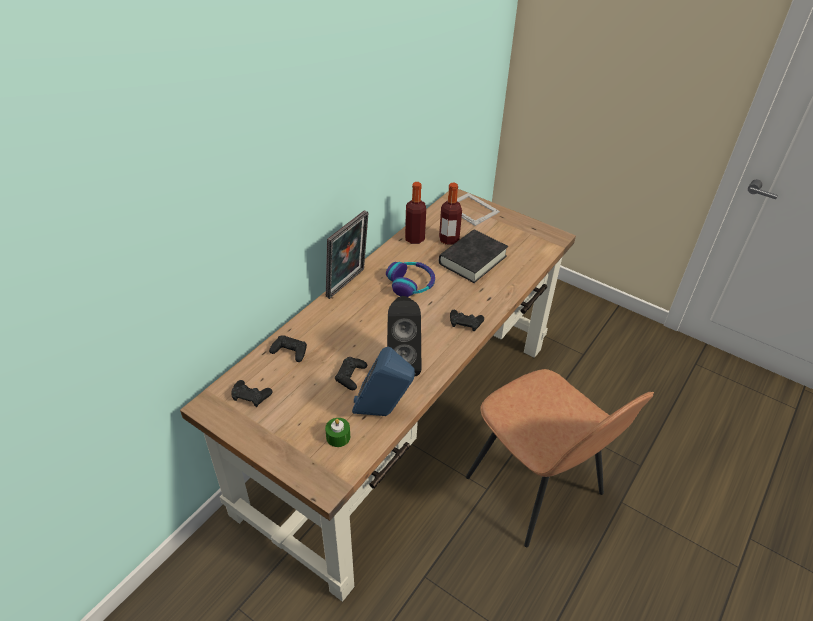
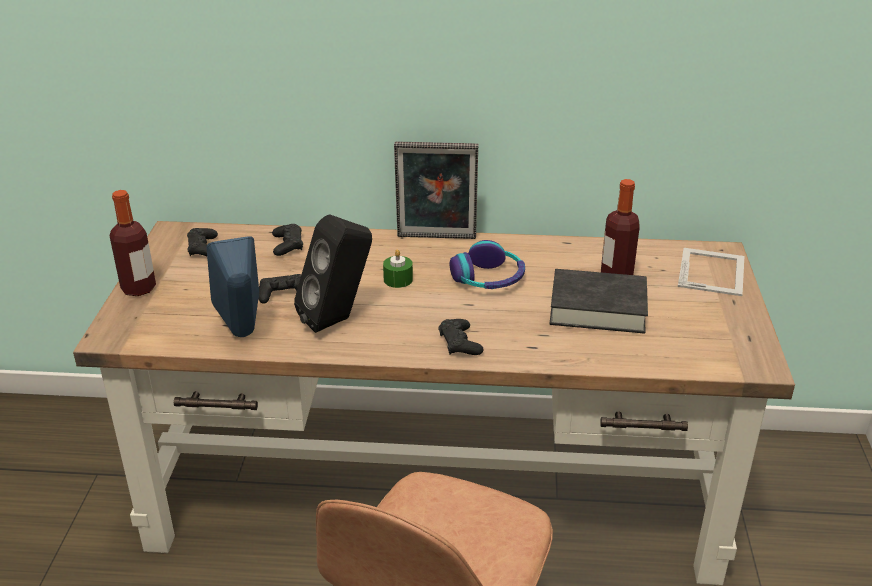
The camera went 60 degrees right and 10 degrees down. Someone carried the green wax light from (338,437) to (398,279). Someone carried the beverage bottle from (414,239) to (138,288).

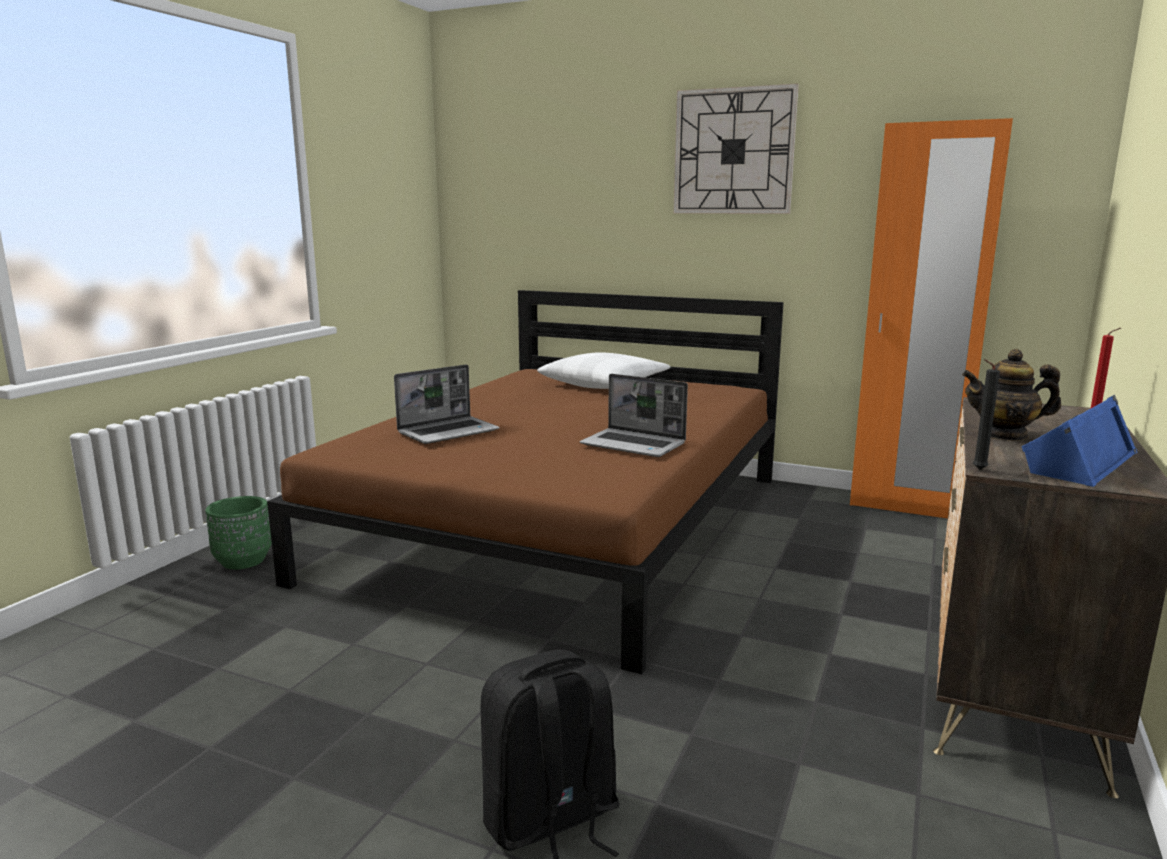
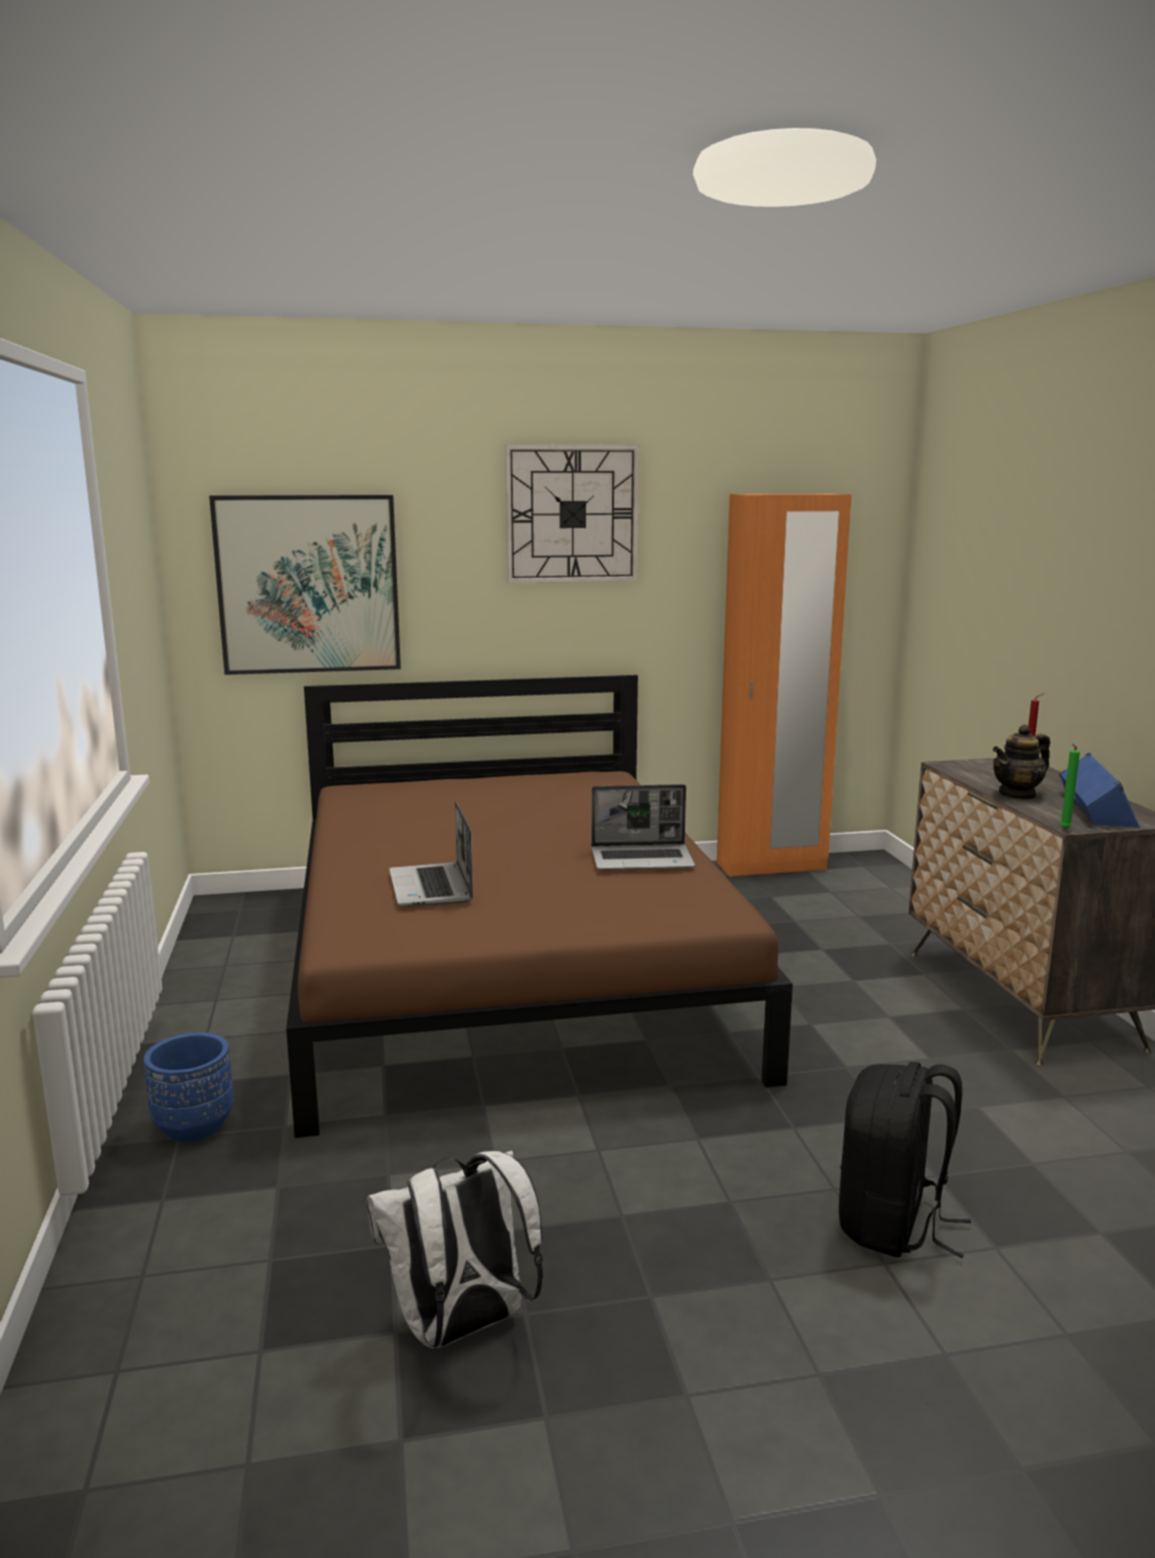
The camera went 35 degrees left and 0 degrees up. Someone repainted the green flower pot at (243,561), which became the blue flower pot at (194,1126). Someone rotated the portable computer at (449,432) by 150 degrees clockwise. Someone took away the white-coloured pillow at (604,383). Someone repainted the blackish wax light at (977,470), which became the green wax light at (1064,829). Someone put up the wall art at (308,584). Someone put down the white-coloured rucksack at (461,1327).

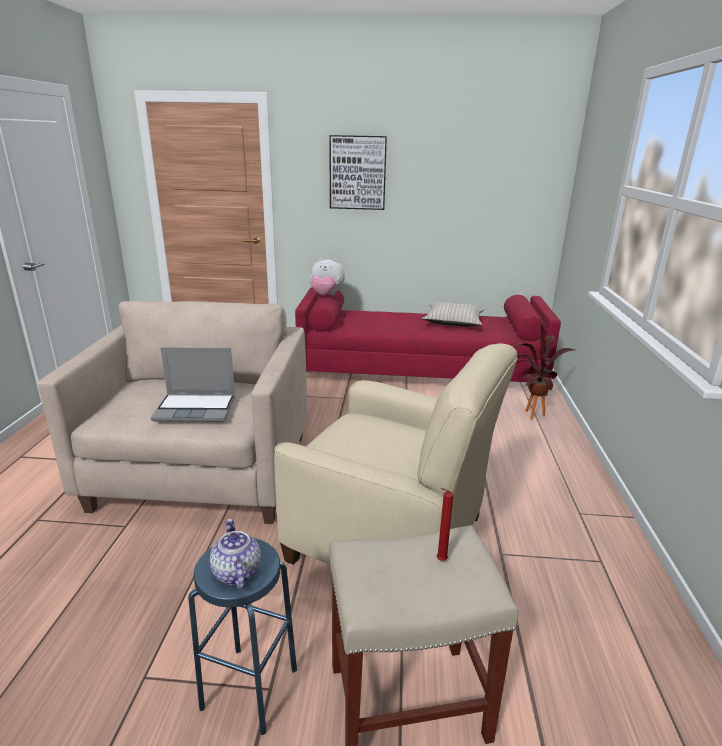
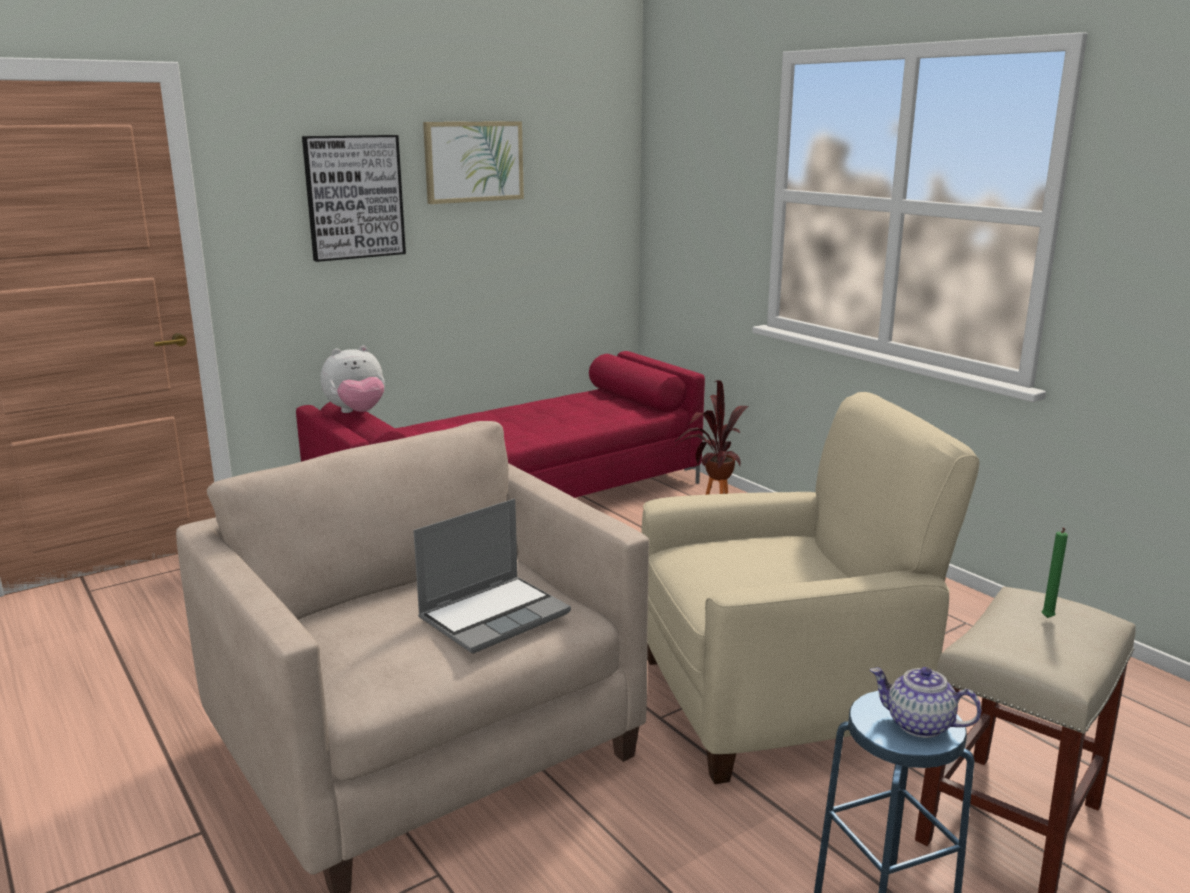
The camera went 40 degrees left and 5 degrees down. Someone took away the beige-coloured pillow at (453,322). Someone repainted the red-coloured wax light at (440,561), which became the green wax light at (1047,619). Someone put up the wall art at (473,161).

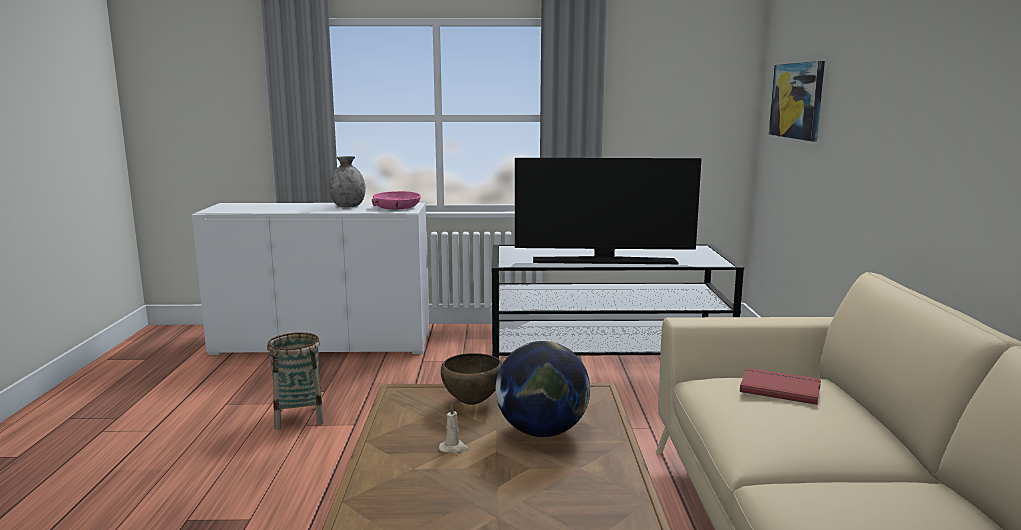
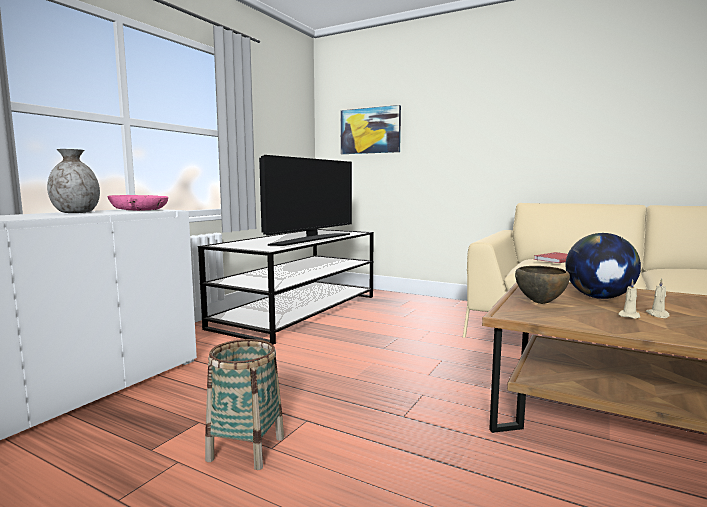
The camera went 60 degrees left and 5 degrees down. Someone put down the beige-coloured wax light at (658,315).

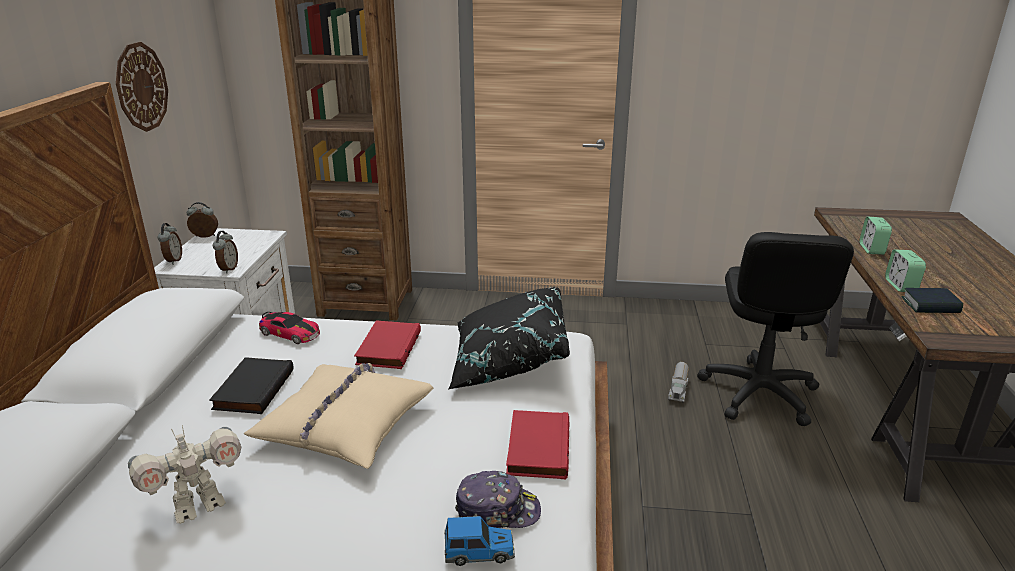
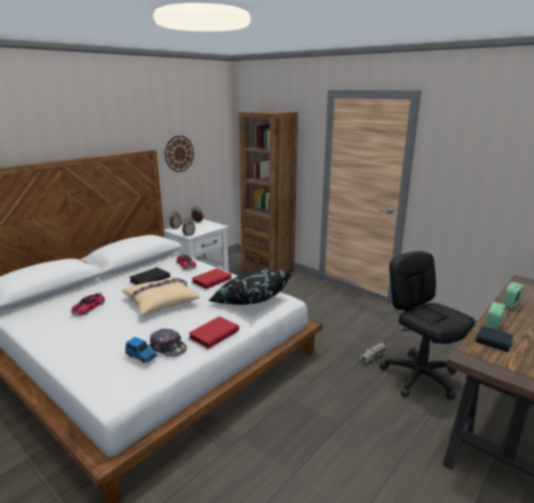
The camera went 35 degrees right and 5 degrees down. Someone swapped the robot figure at (198,506) for the toy car at (88,308). Someone rotated the blackish computer chair at (758,393) by 105 degrees clockwise.

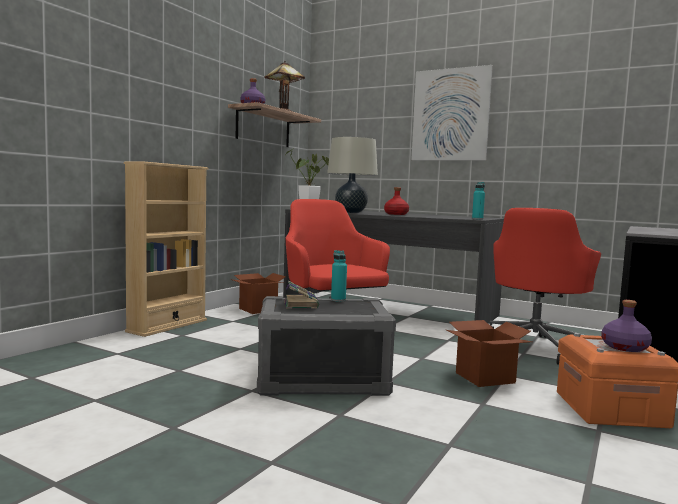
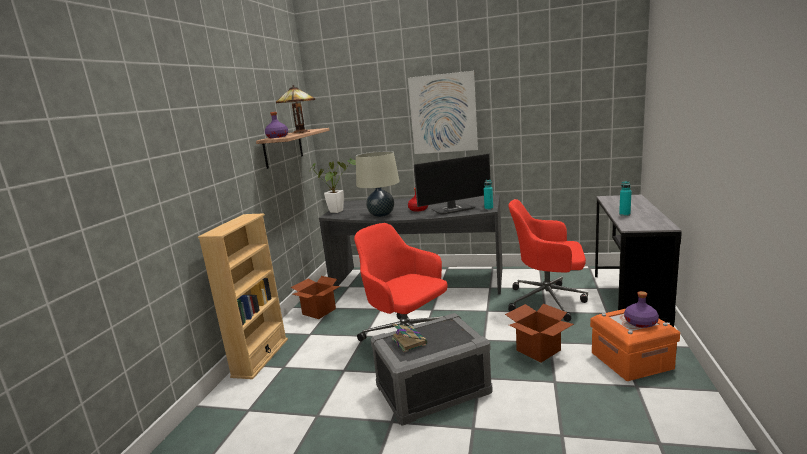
The camera went 15 degrees left and 10 degrees up. Someone carried the blue-green beverage bottle from (338,300) to (624,214). Someone rotated the red-coloured computer chair at (535,346) by 90 degrees clockwise. Someone put down the computer screen at (453,209).

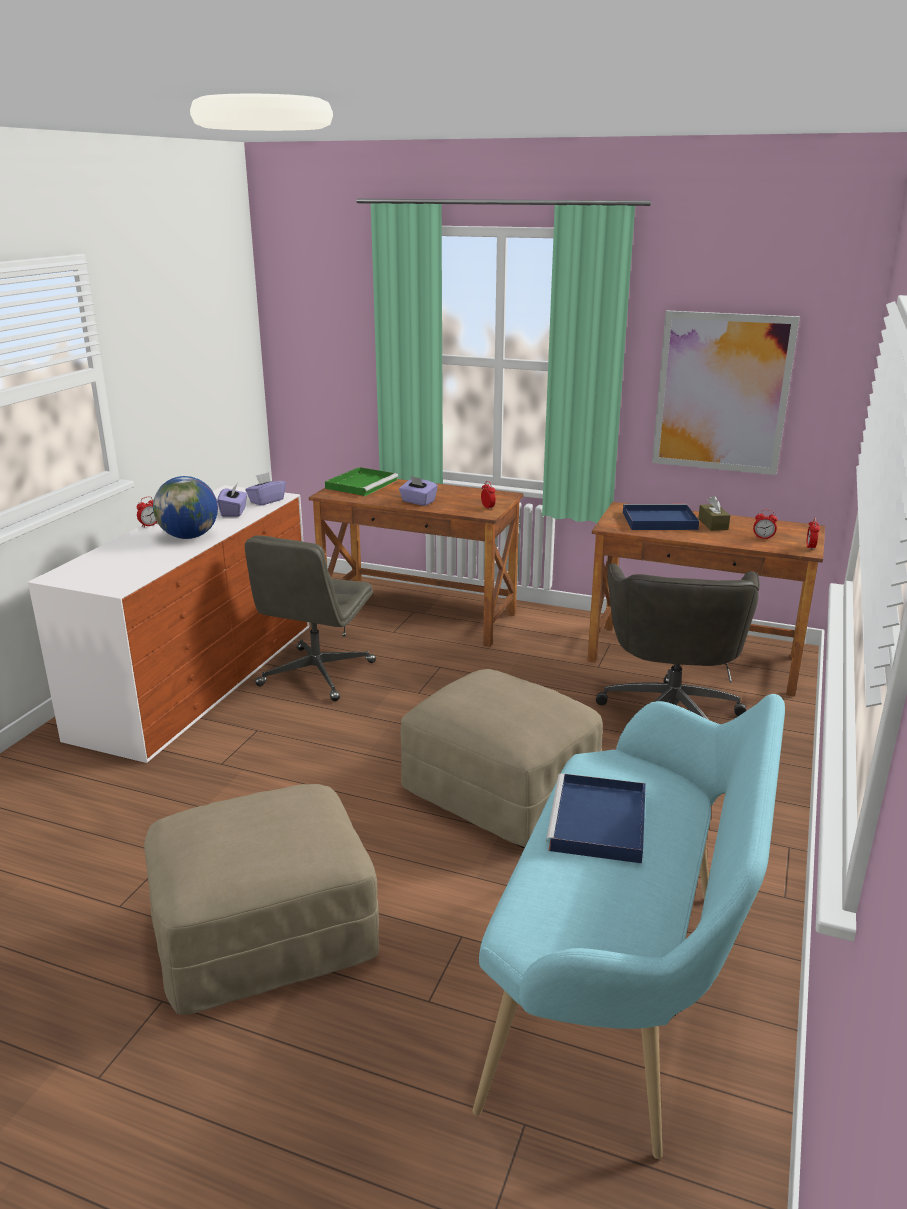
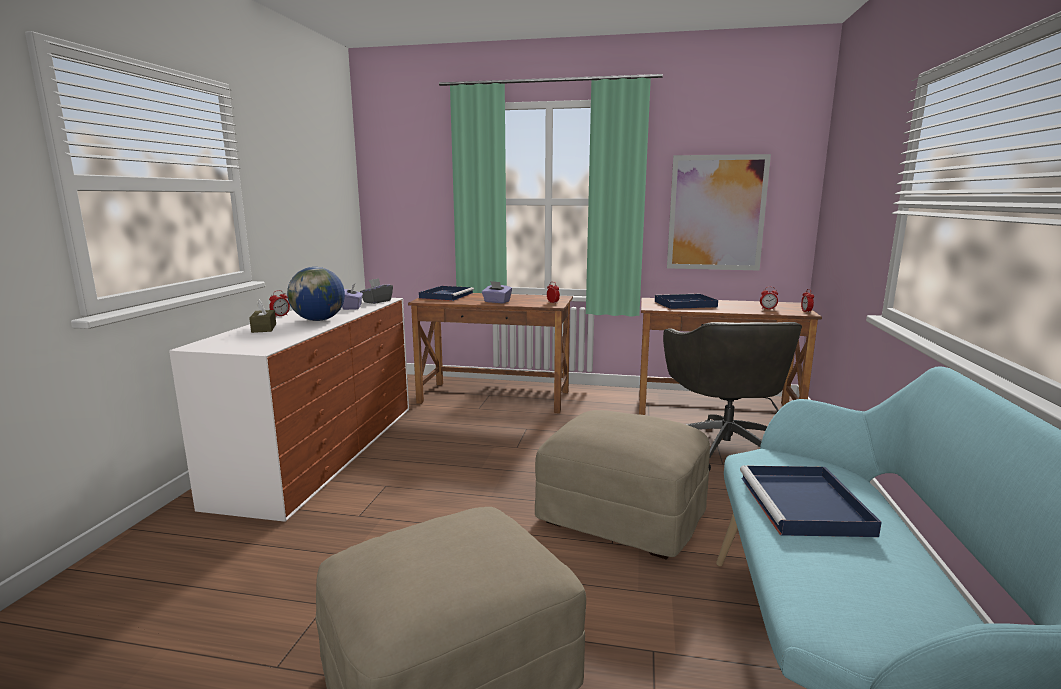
The camera went 10 degrees left and 10 degrees down. Someone repainted the purple tissue box at (266,501), which became the gray tissue box at (377,301). Someone took away the gray computer chair at (316,675). Someone repainted the green tray at (362,484), which became the blue tray at (447,296). Someone carried the brownish tissue box from (713,524) to (264,328).

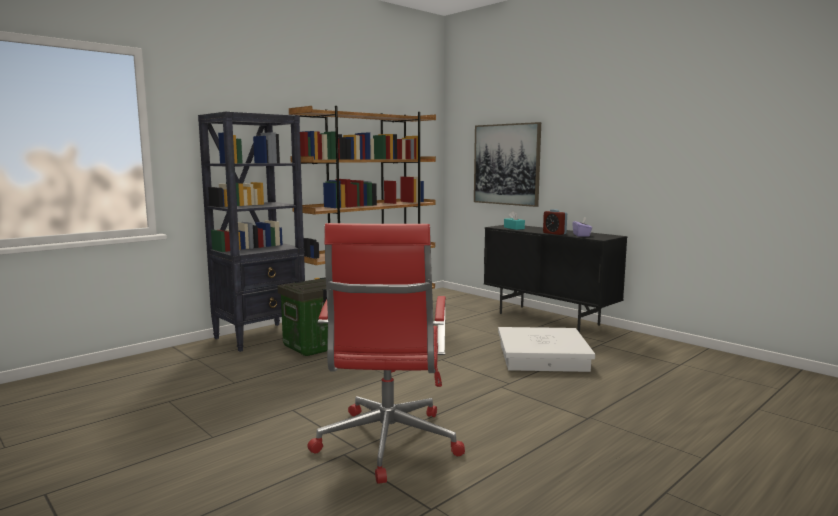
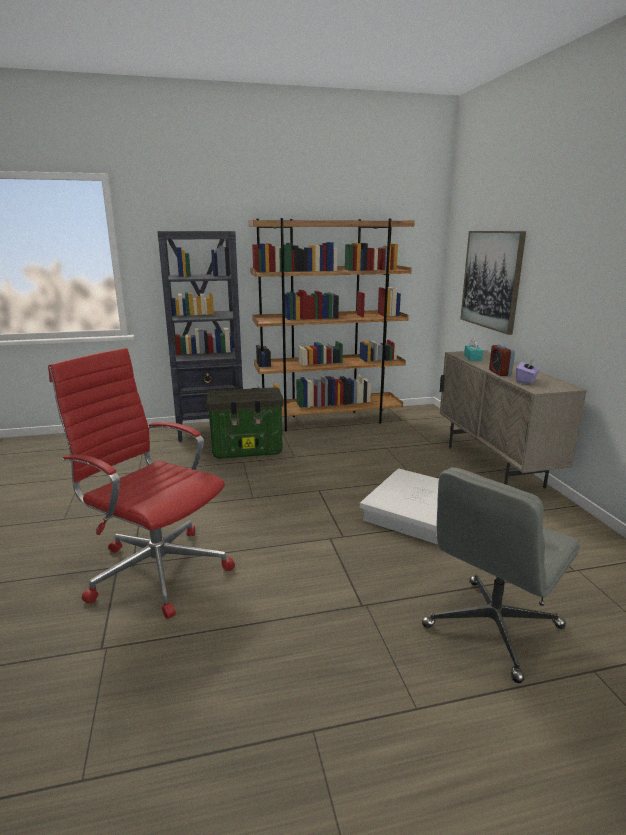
The camera went 30 degrees right and 10 degrees up. Someone rotated the red-coloured computer chair at (387,445) by 90 degrees clockwise. Someone repainted the blackish cabinet at (548,319), which became the beige-coloured cabinet at (493,466). Someone put down the gray computer chair at (492,628).

